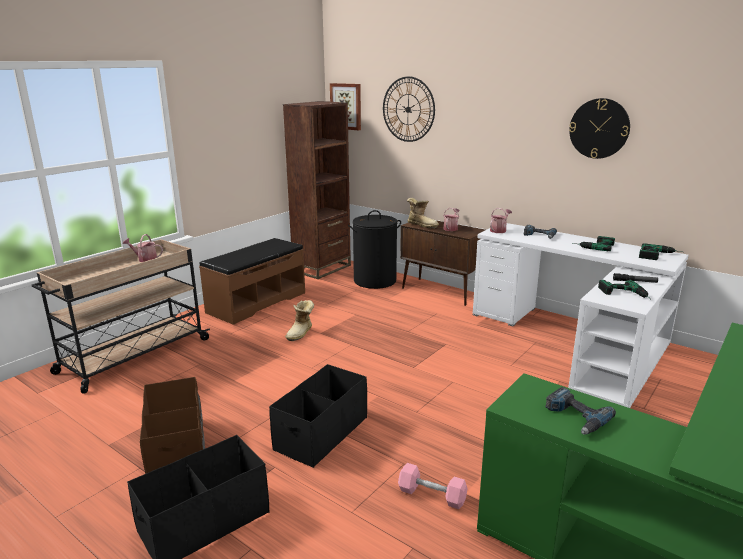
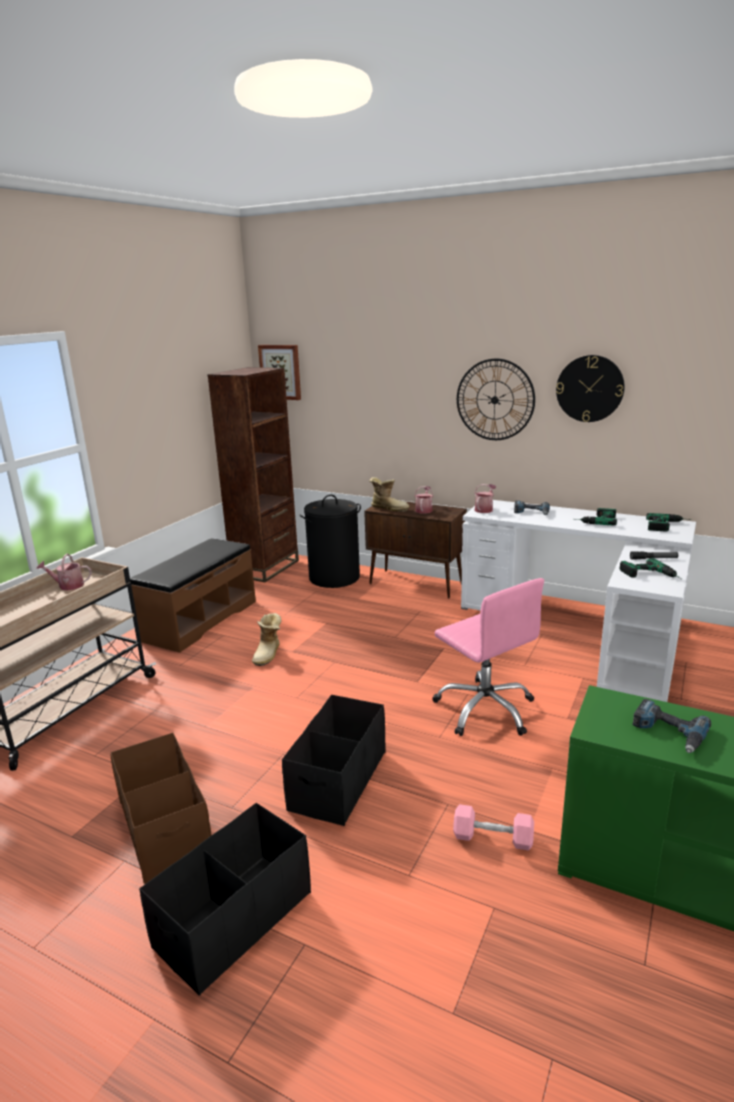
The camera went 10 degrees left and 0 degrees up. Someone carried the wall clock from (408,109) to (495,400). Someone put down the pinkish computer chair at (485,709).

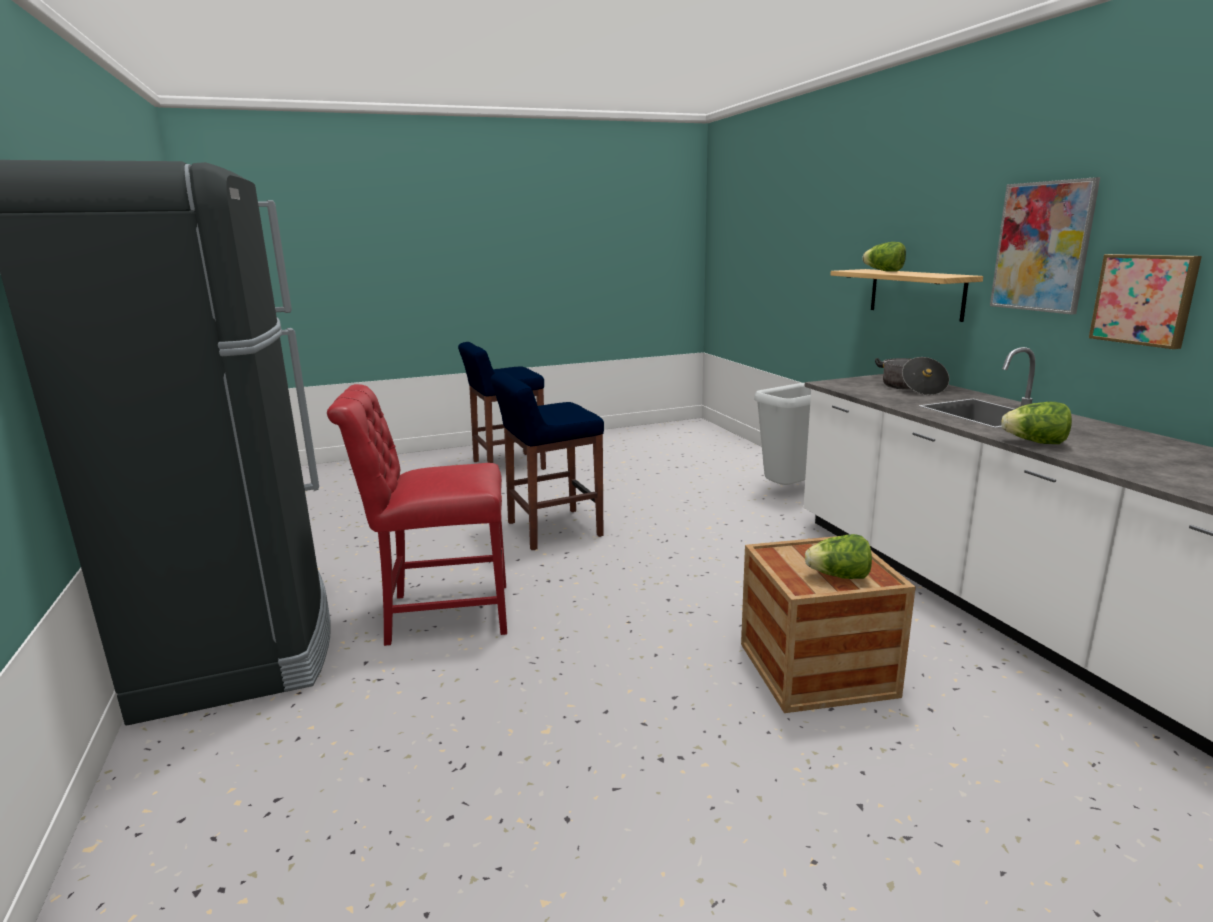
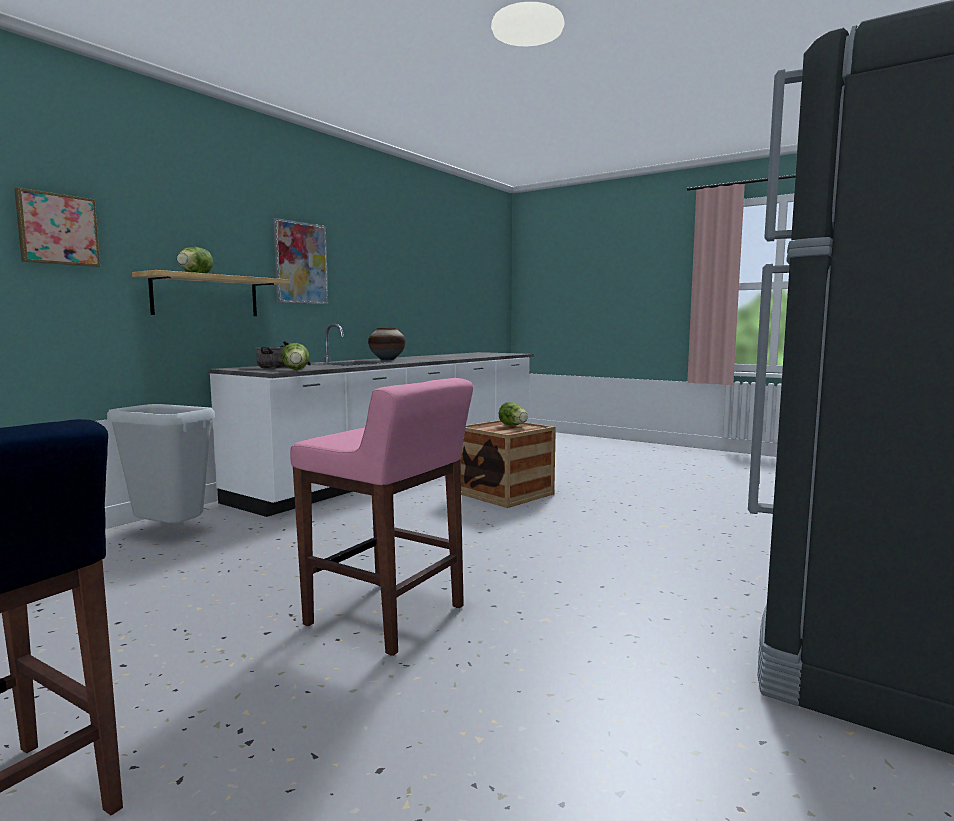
The camera went 125 degrees left and 10 degrees down. Someone took away the red-coloured plain chair at (440,614). Someone repainted the blue stool seat at (552,529), which became the pinkish stool seat at (387,616). Someone carried the lettuce head from (1035,442) to (296,369). Someone carried the wall art from (1144,299) to (57,229). Someone put down the flower vase at (387,359).

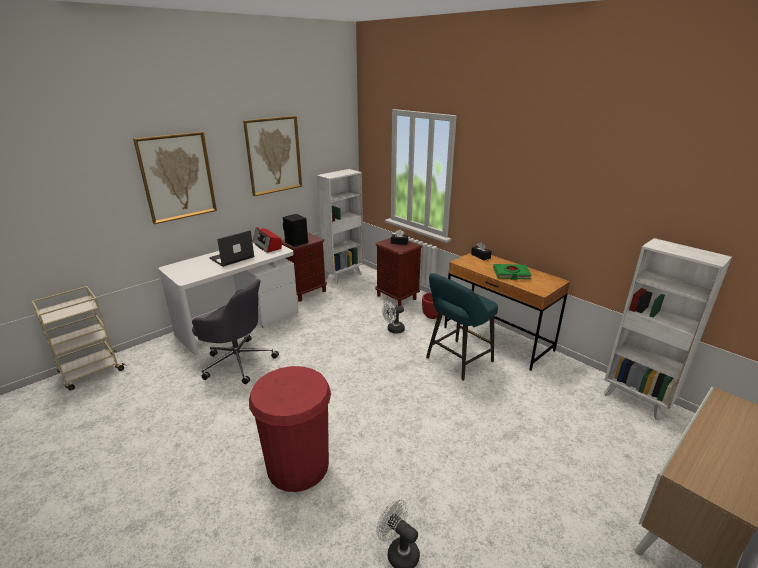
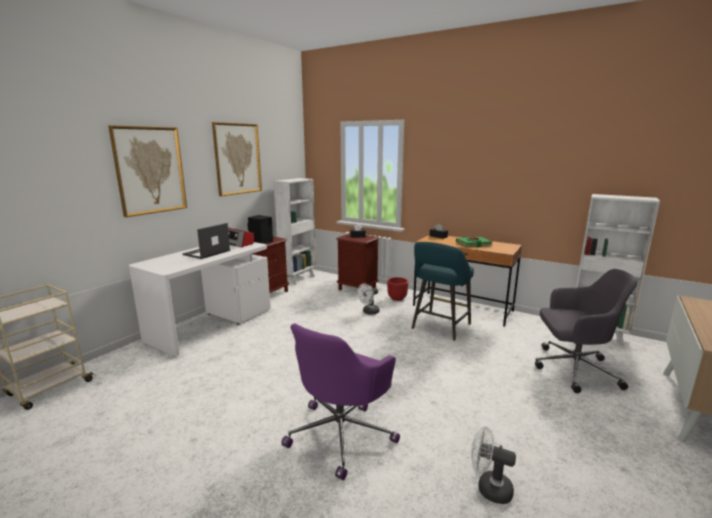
The camera went 15 degrees left and 10 degrees down. Someone carried the gray computer chair from (238,361) to (573,369). Someone swapped the red-coloured trash can at (298,466) for the purple computer chair at (341,433).

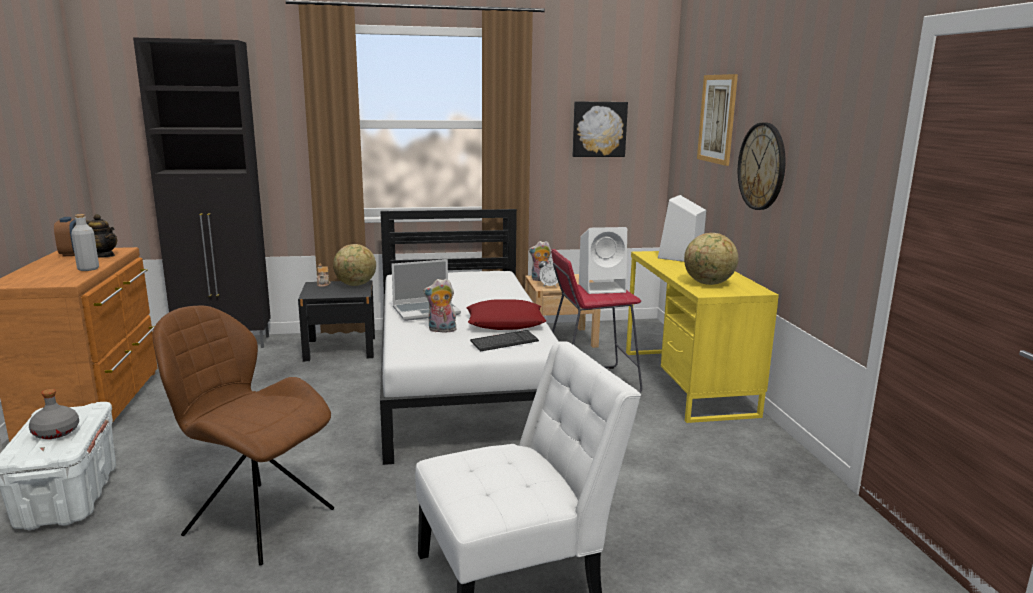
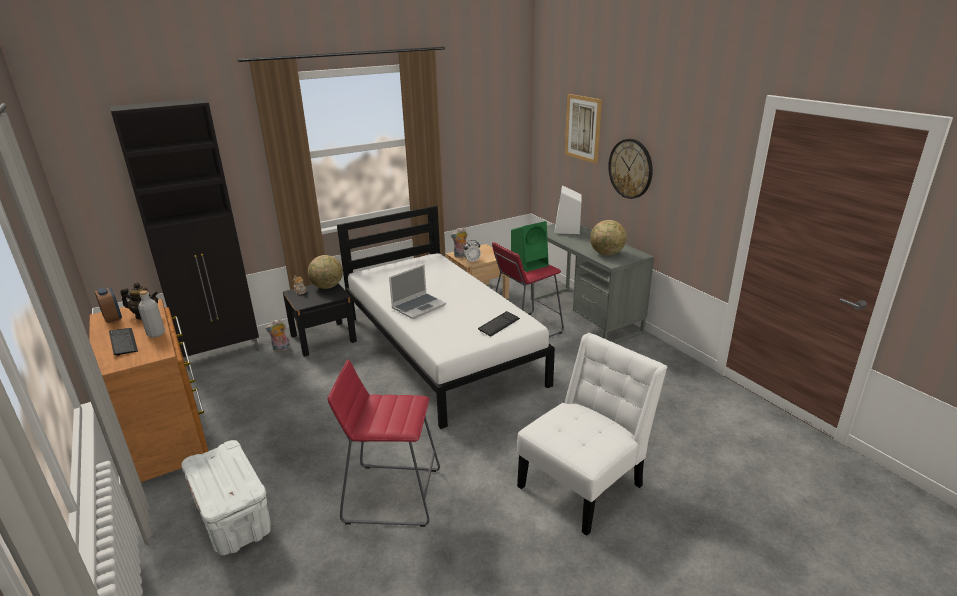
The camera went 20 degrees left and 10 degrees up. Someone took away the gray beverage bottle at (56,433). Someone swapped the brownish plain chair at (256,520) for the red-coloured stool seat at (392,495). Someone carried the cuddly toy from (441,330) to (281,349). Someone took away the red-coloured pillow at (505,322). Someone took away the wall art at (599,129). Someone repainted the white-coloured loudspeaker at (603,288), which became the green loudspeaker at (530,264). Someone repainted the yellow-coloured desk unit at (686,382), which became the gray desk unit at (583,315). Someone put down the computer keyboard at (123,342).

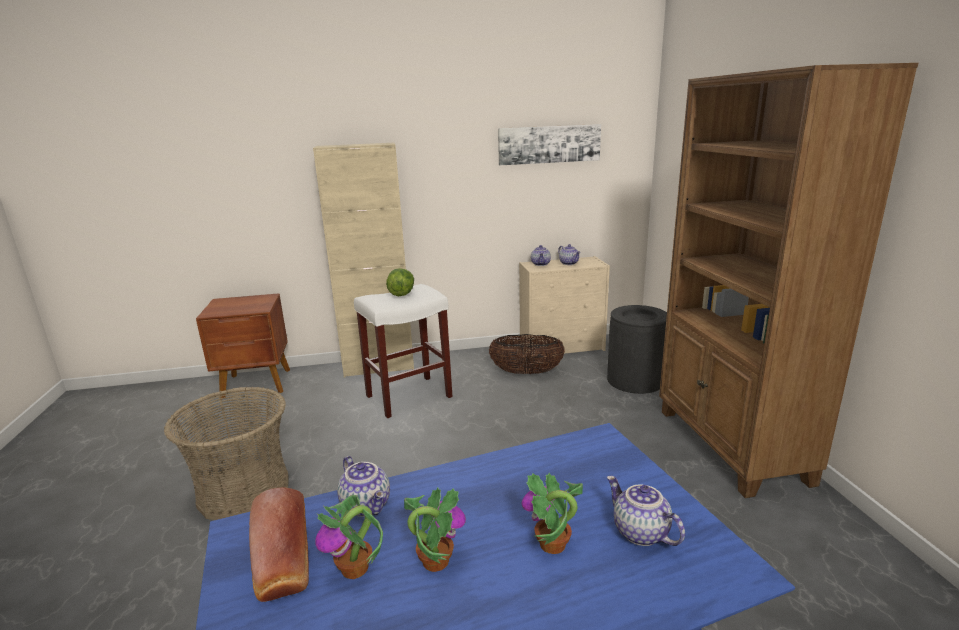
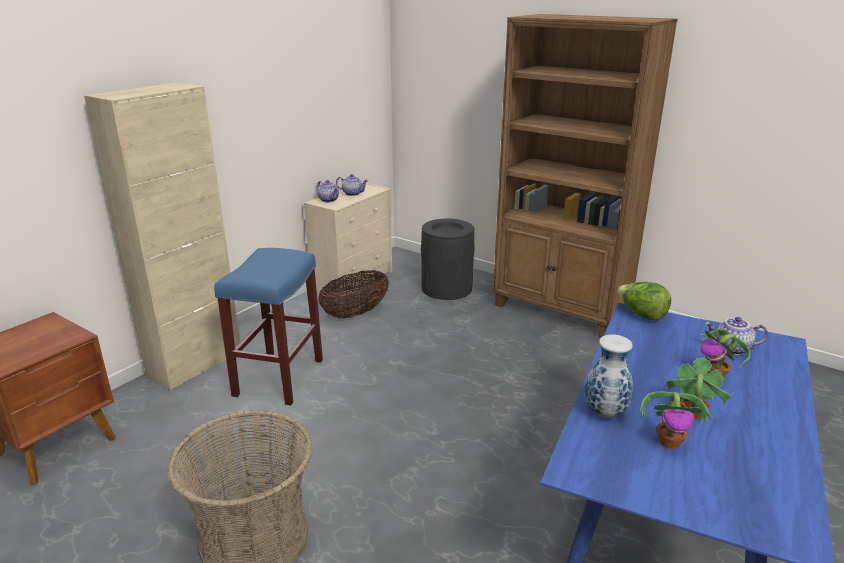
The camera went 45 degrees left and 5 degrees up. Someone took away the bakery bread at (283,563). Someone swapped the teapot at (367,505) for the flower vase at (604,412). Someone repainted the white-coloured stool seat at (409,396), which became the blue stool seat at (279,376). Someone carried the lettuce head from (401,293) to (641,315). Someone took away the wall art at (549,144).

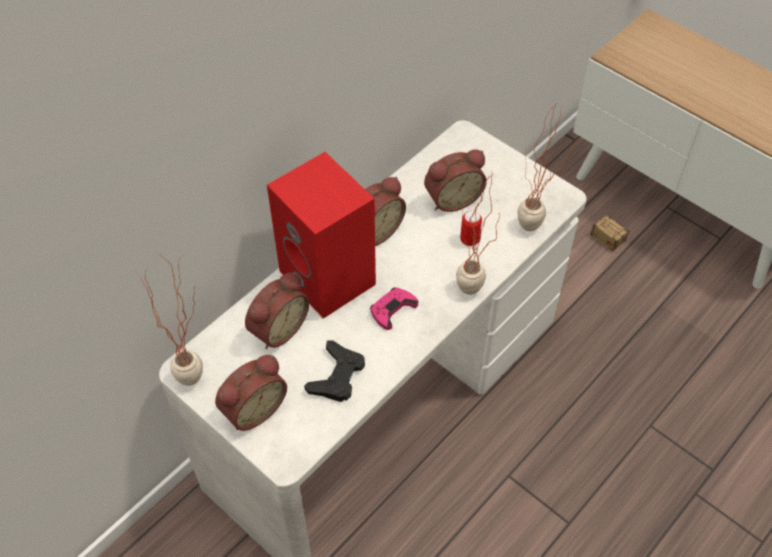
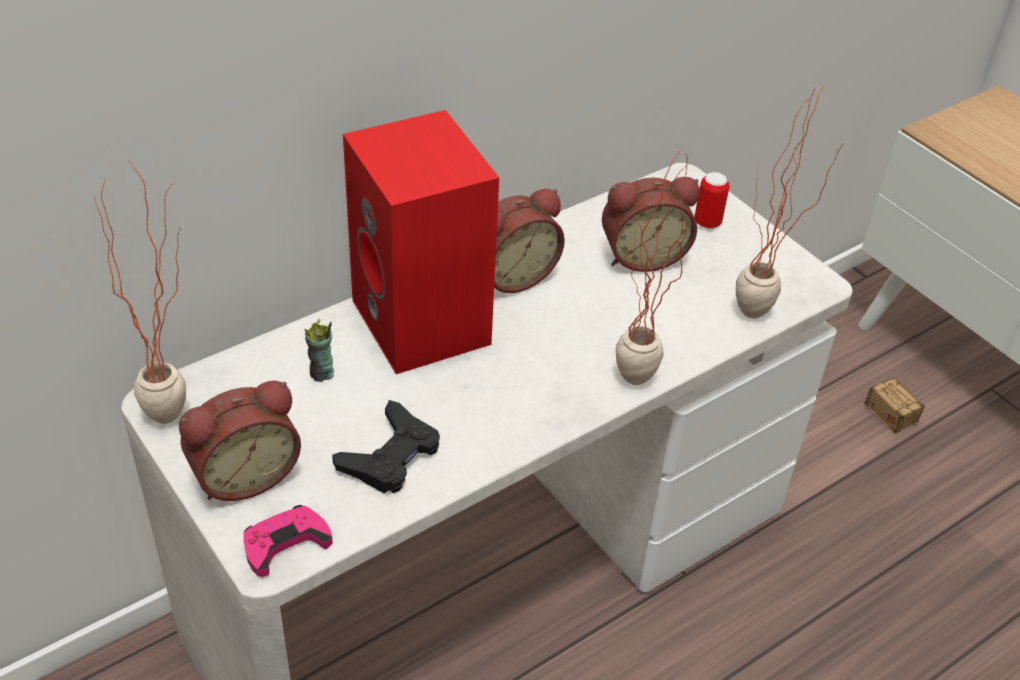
The camera went 10 degrees right and 10 degrees down. Someone swapped the bedside clock at (277,328) for the drinking cup at (322,374). Someone carried the pinkish joypad from (392,309) to (285,543). Someone carried the metal can from (469,240) to (707,222).

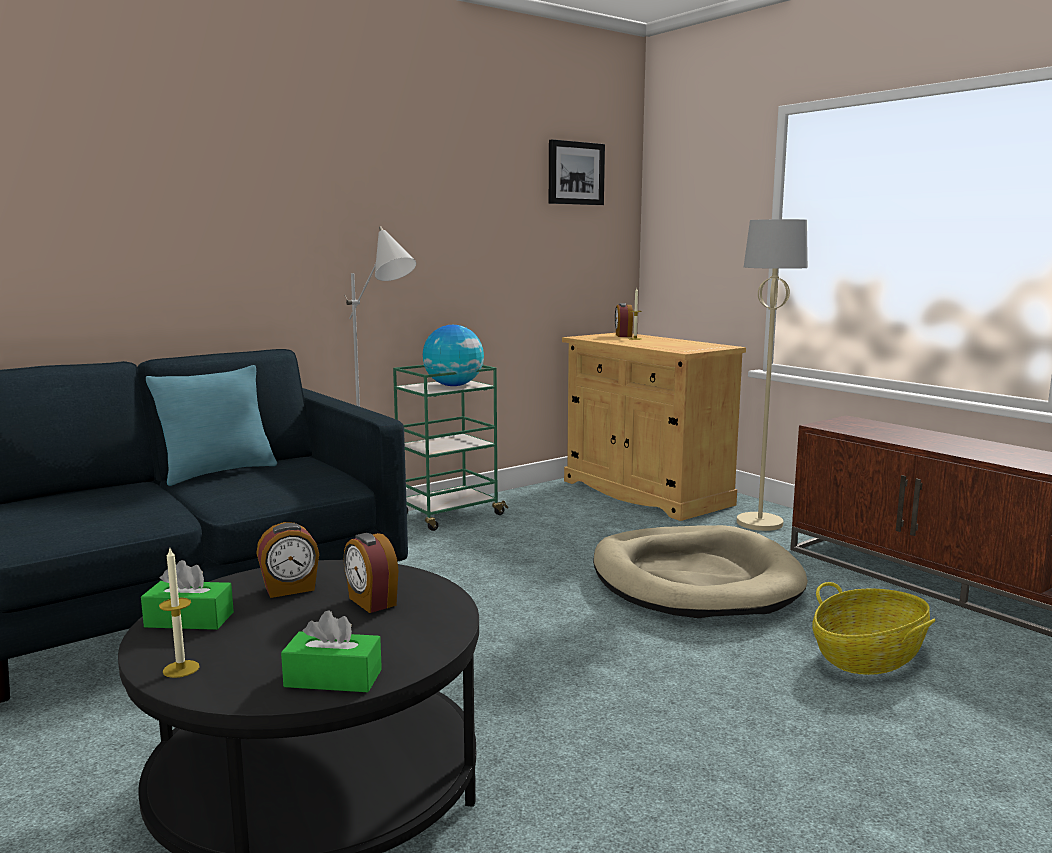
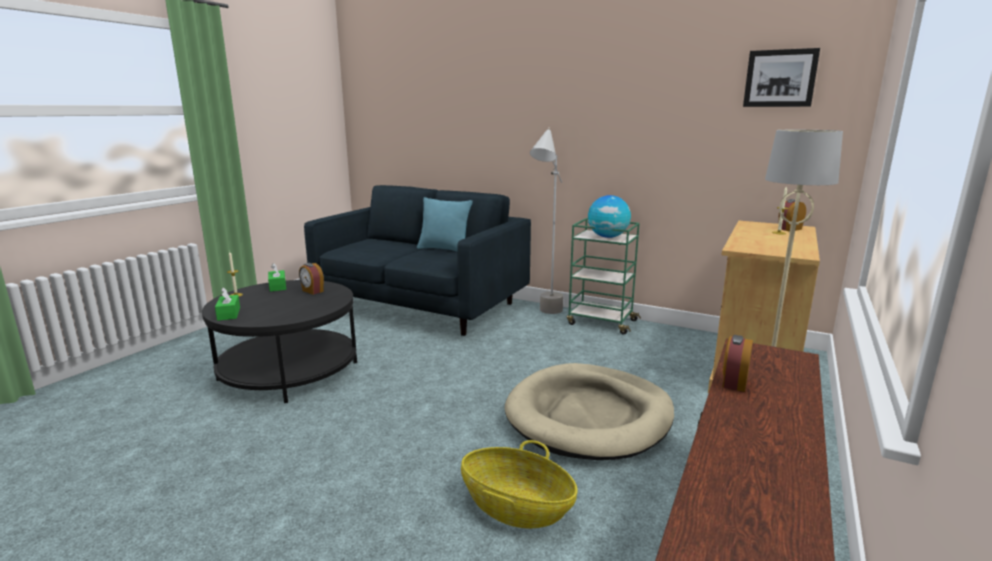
The camera went 65 degrees right and 5 degrees up. Someone carried the bedside clock from (371,602) to (734,382).

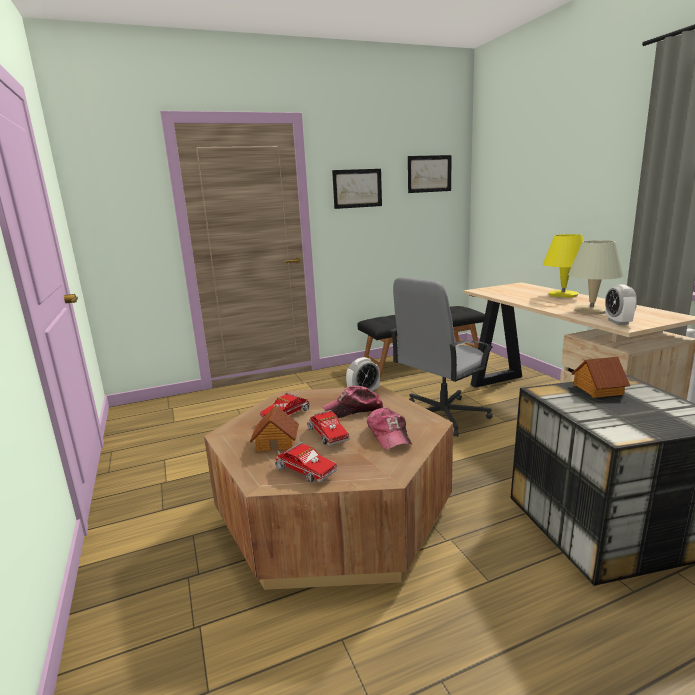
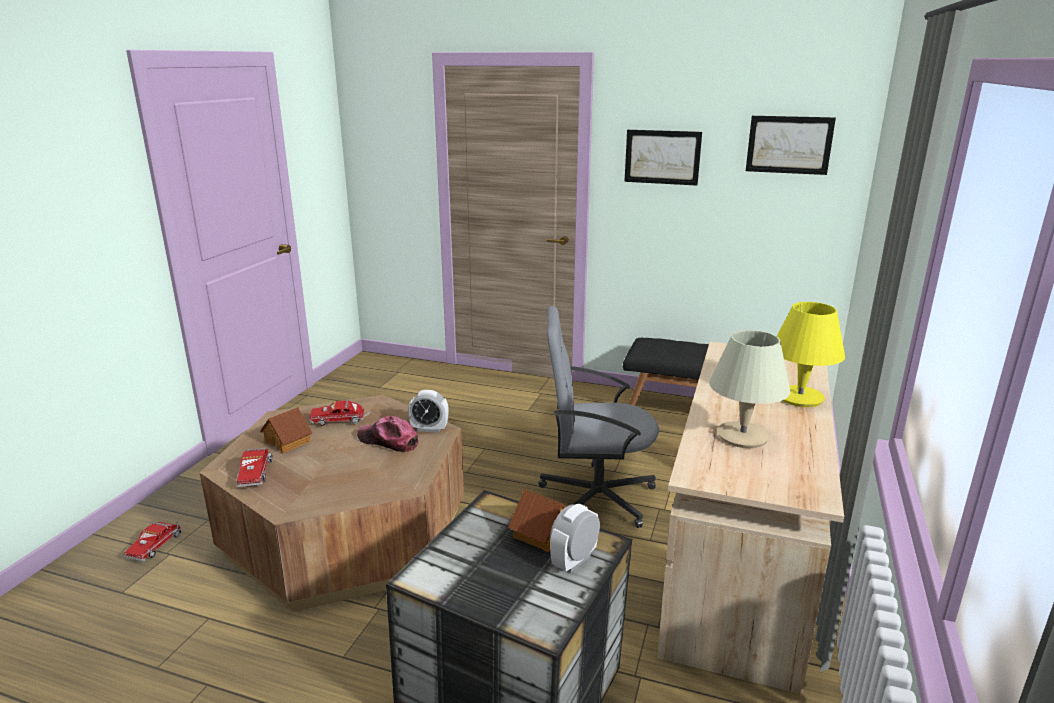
The camera went 40 degrees right and 5 degrees up. Someone carried the toy lorry from (327,435) to (157,546). Someone took away the peaked cap at (389,435). Someone carried the bedside clock from (618,322) to (574,561).

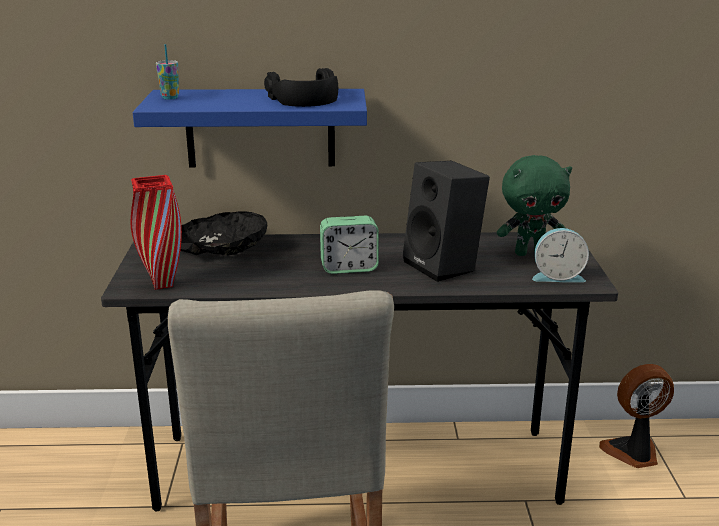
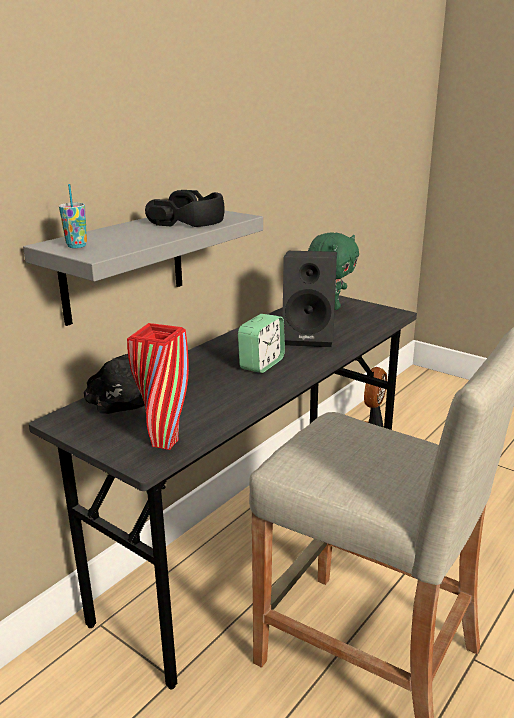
The camera went 50 degrees left and 0 degrees up. Someone repainted the blue bracket shelf at (260,128), which became the gray bracket shelf at (123,264). Someone took away the bedside clock at (557,276).

